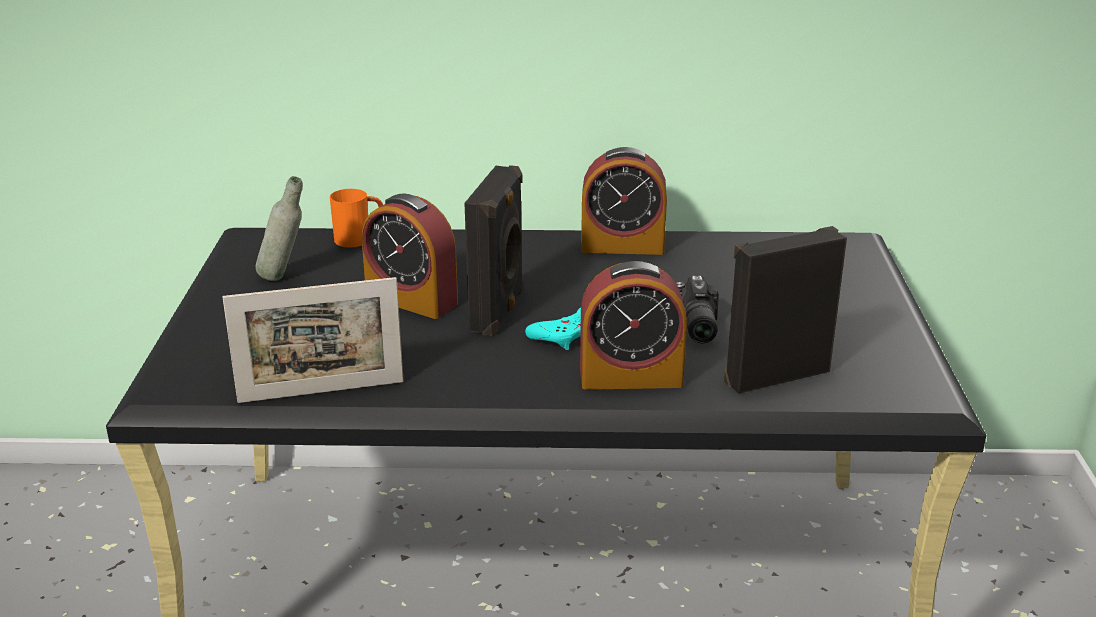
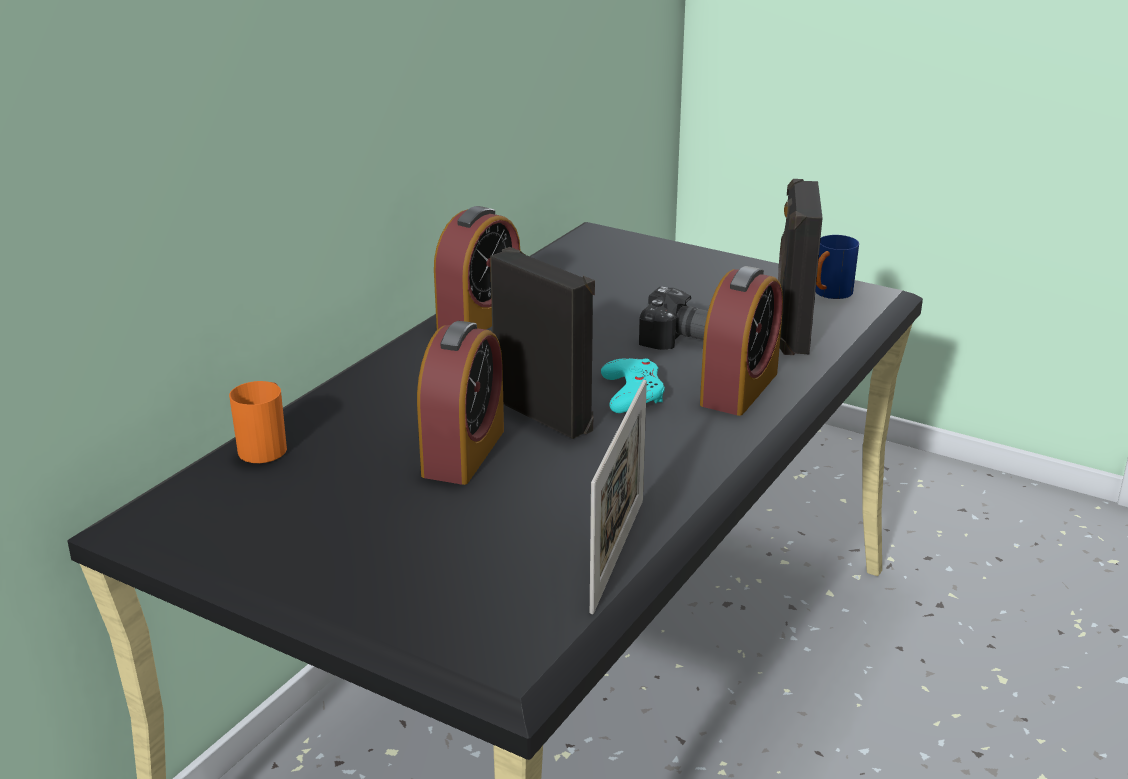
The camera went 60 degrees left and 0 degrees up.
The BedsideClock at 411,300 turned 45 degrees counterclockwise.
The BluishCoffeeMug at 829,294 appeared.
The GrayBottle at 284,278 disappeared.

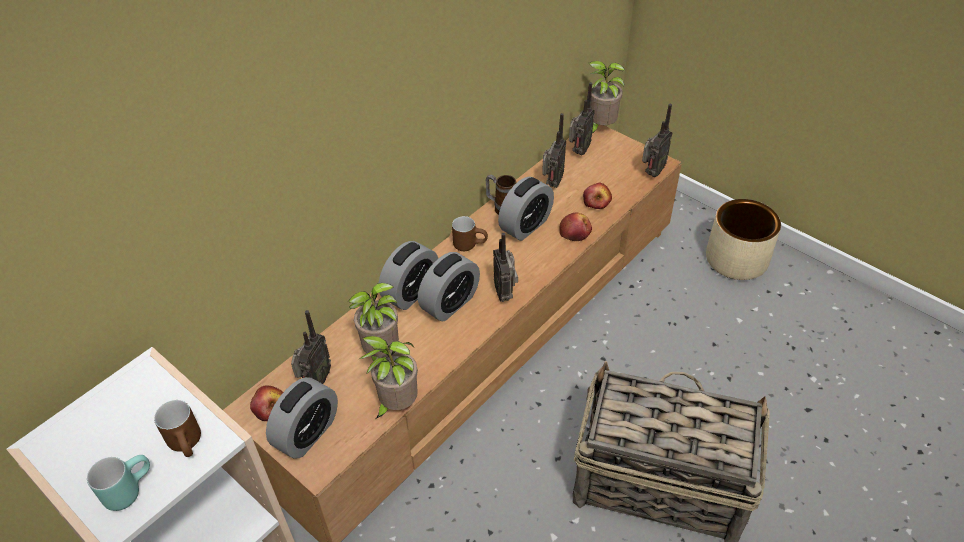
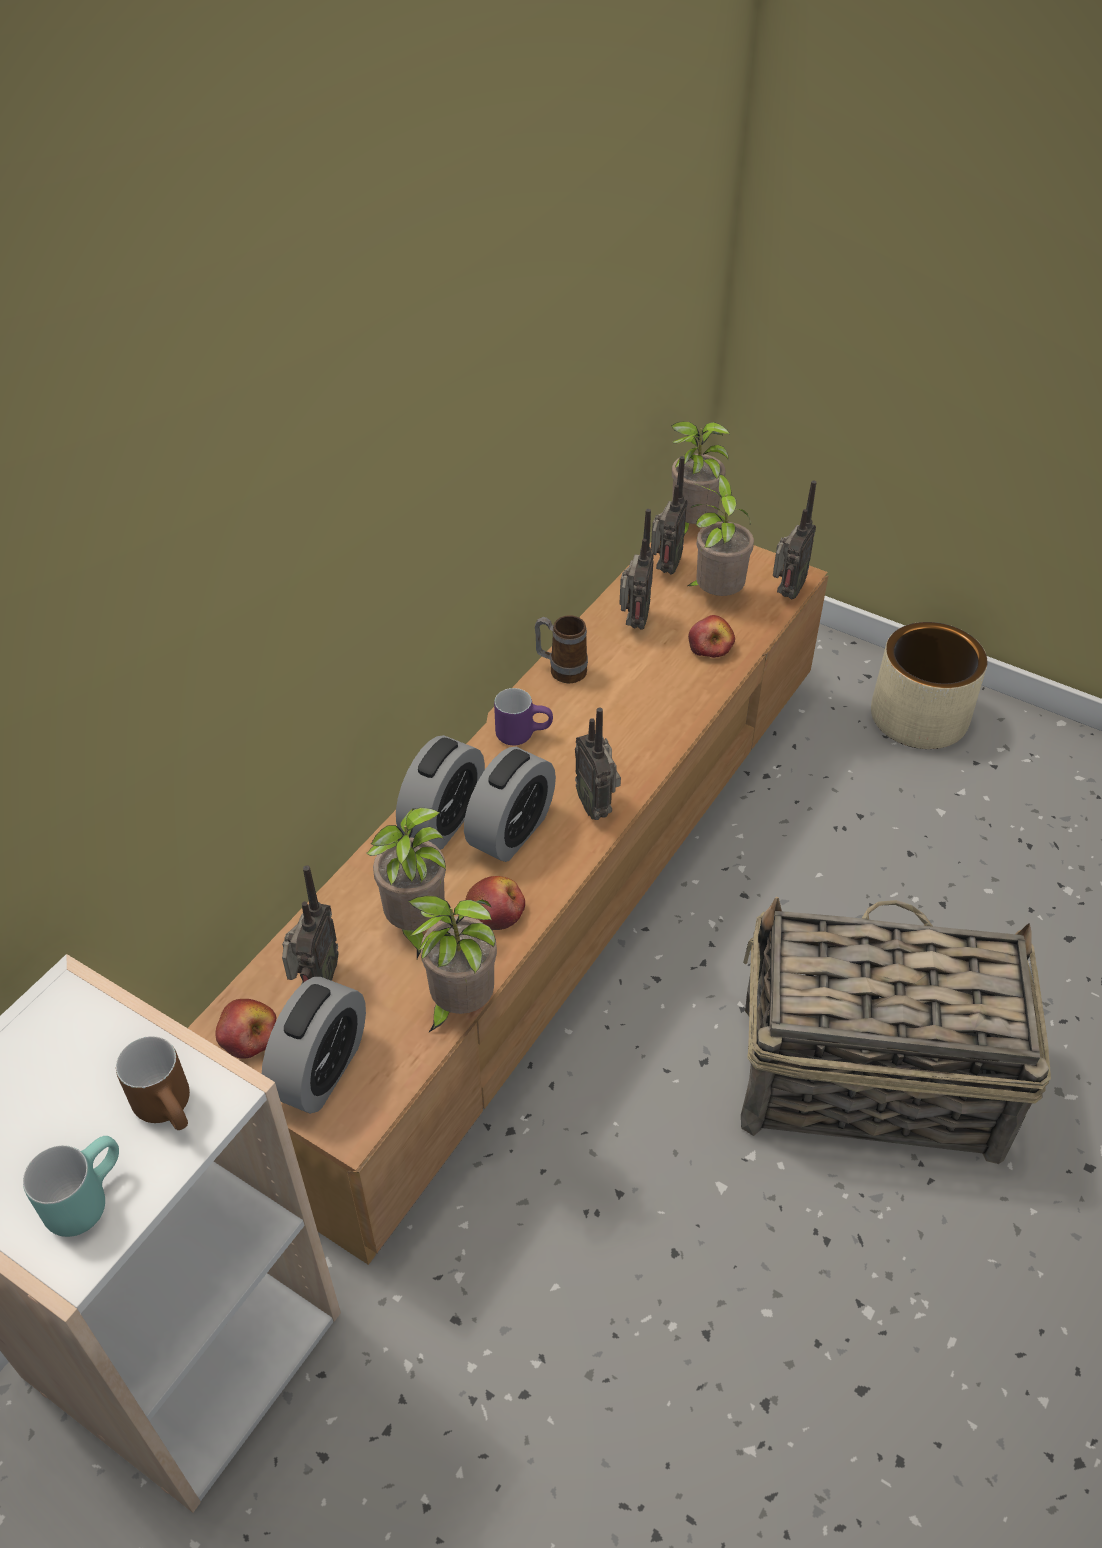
The camera went 10 degrees left and 0 degrees up.
The Apple moved from 575,232 to 496,910.
The BrownColouredCoffeeMug at 470,244 became the PurpleCoffeeMug at 523,733.
The PlantInAPot at 715,596 appeared.
The BedsideClock at 525,226 disappeared.

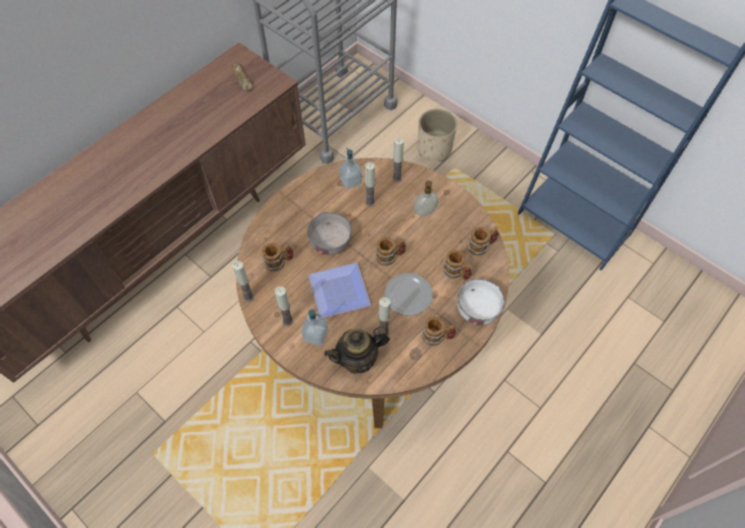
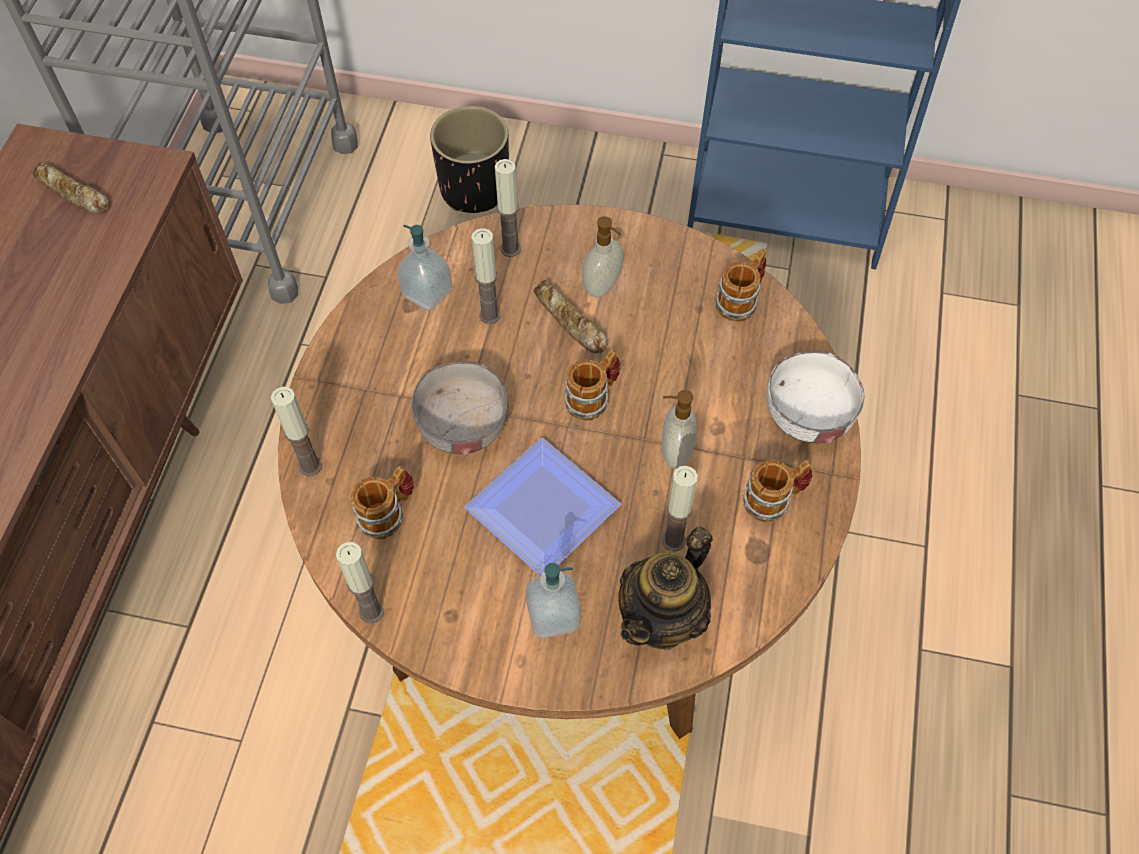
The camera went 30 degrees left and 0 degrees up.
The WaxLight moved from 287,321 to 310,466.
The BeigeColouredPlanter at 434,149 became the BlackPlanter at 475,189.
The BakeryBread at 569,322 appeared.
The DinnerPlate at 408,296 was replaced by the SoapDispenser at 674,452.
The CoffeeMug at 456,272 disappeared.

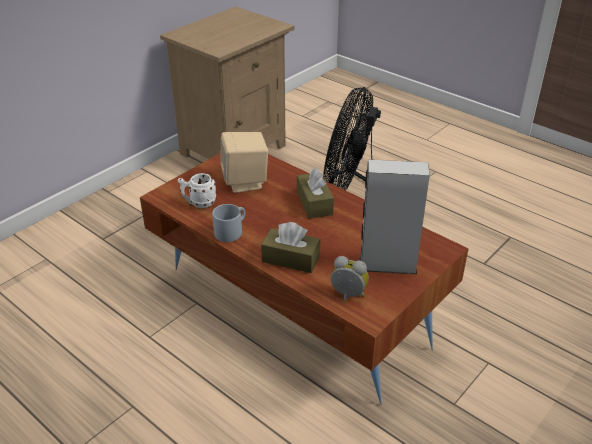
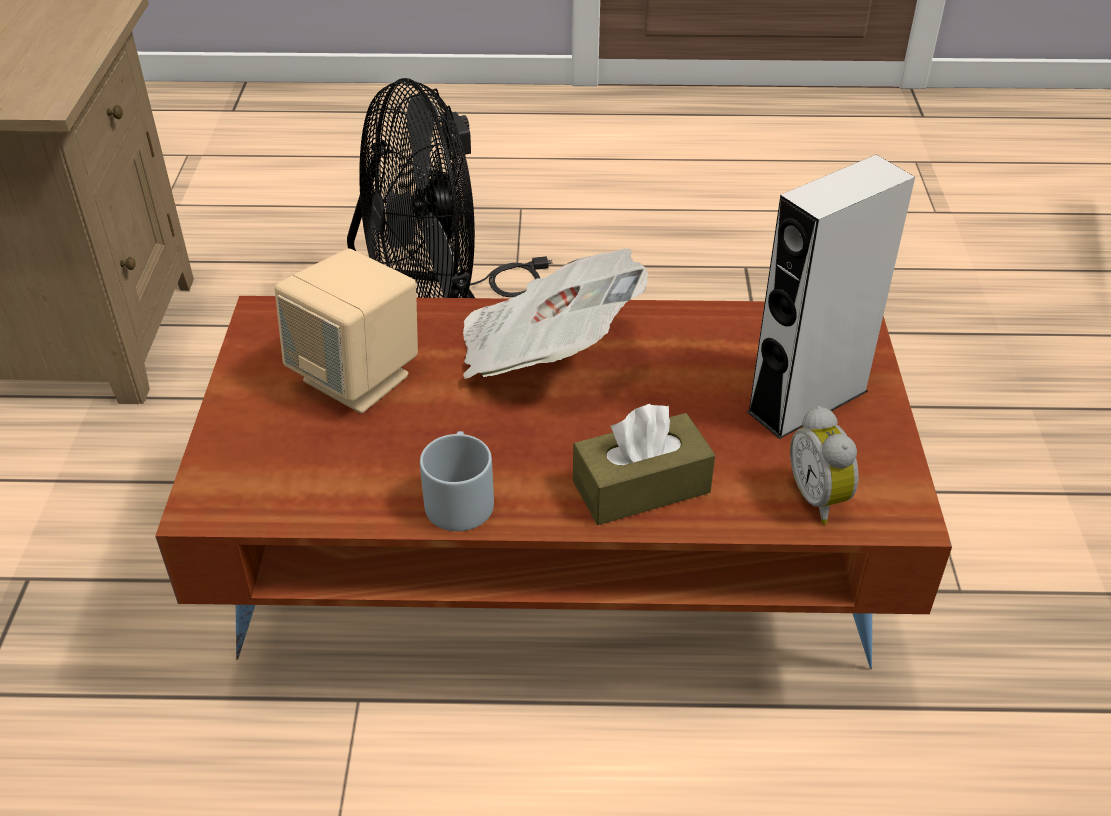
The camera went 40 degrees left and 5 degrees up.
The BrownColouredTissueHolder at 314,203 was replaced by the PrintedPaper at 545,352.
The BedsideClock at 347,296 turned 90 degrees counterclockwise.
The WhiteColouredCoffeeMug at 198,203 disappeared.

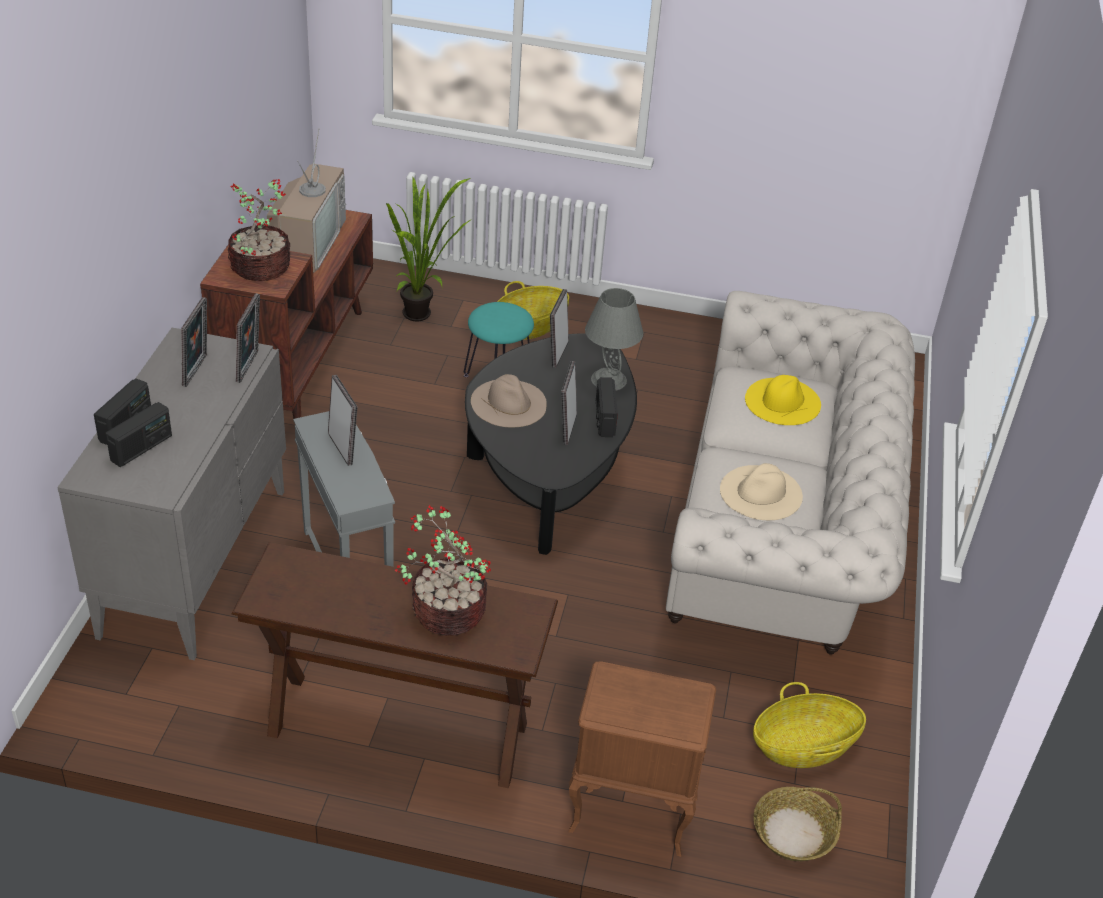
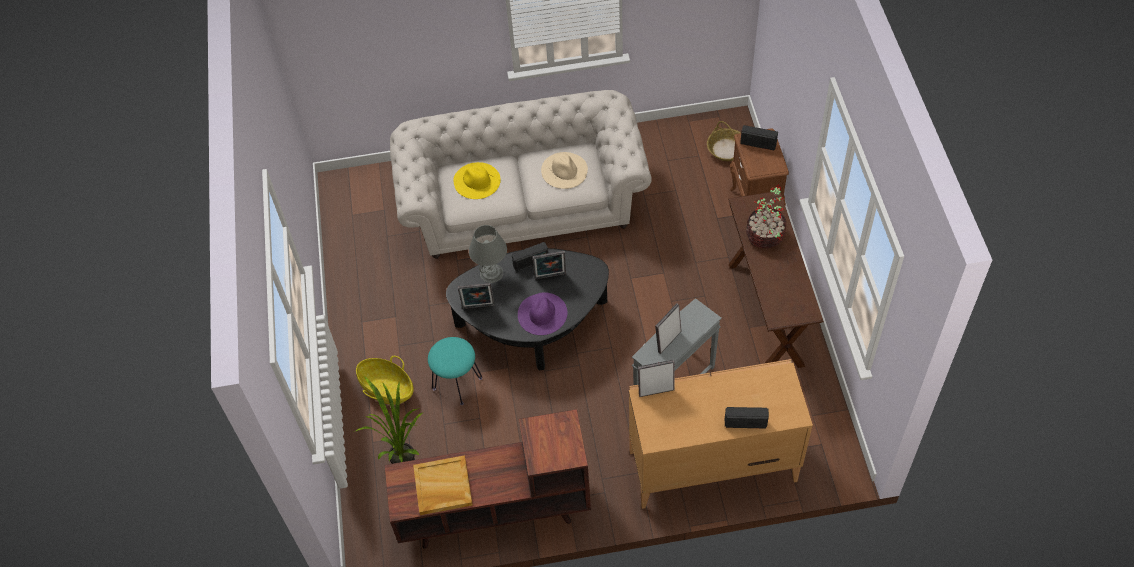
The camera went 105 degrees left and 15 degrees up.
The TvSet at 308,241 was replaced by the BeigeColouredTray at 442,487.
The BeigeColouredWearableHat at 509,403 became the PurpleWearableHat at 542,313.
The GrayCupboard at 195,561 became the BrownColouredCupboard at 712,466.
The RadioSet moved from 141,448 to 758,143.
The StandingFrame at 198,371 disappeared.
The PlantInAPot at 259,268 disappeared.
The Basket at 803,746 disappeared.

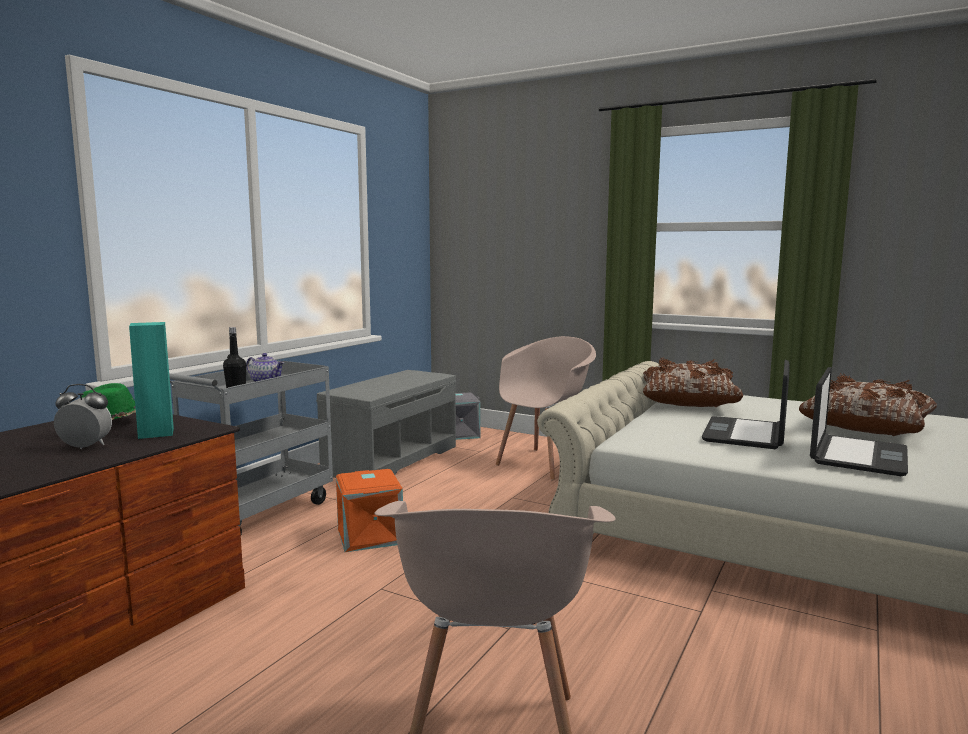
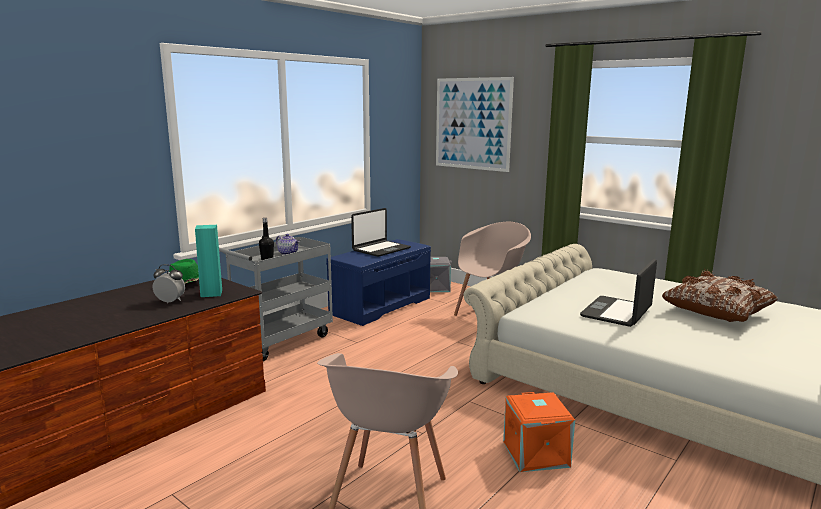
The camera went 10 degrees right and 5 degrees up.
The GrayIndoorBench at 392,459 became the BluishIndoorBench at 381,305.
The Laptop moved from 857,456 to 381,249.
The Picture at 472,124 appeared.
The OrangeStorageBin moved from 371,536 to 537,454.
The BrownColouredCushion at 688,403 disappeared.

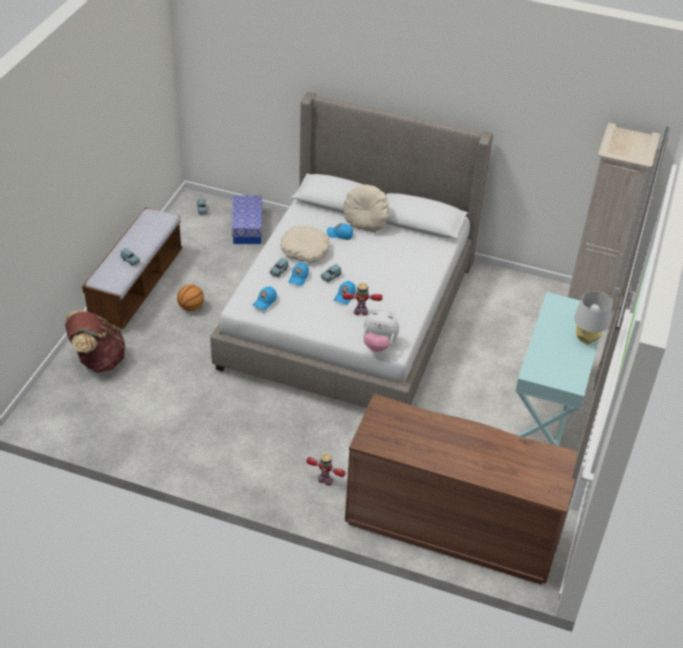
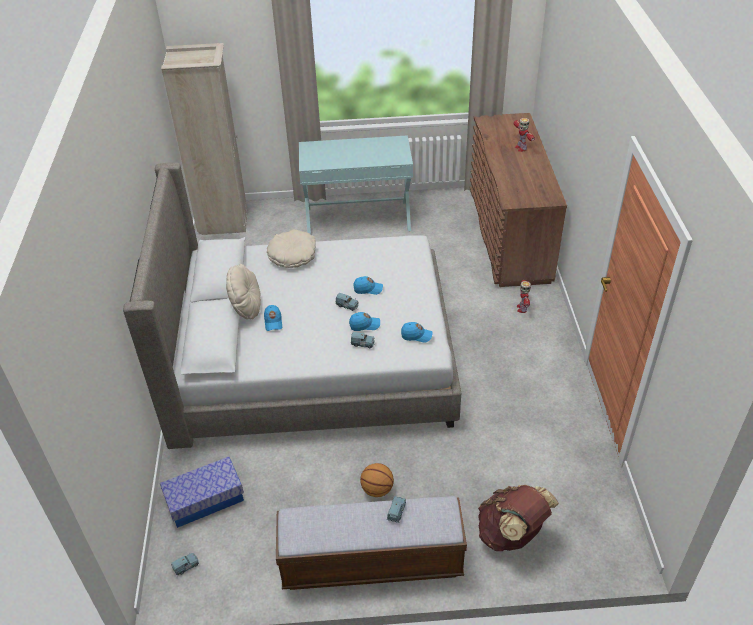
The camera went 110 degrees left and 0 degrees up.
The BeigeColouredCushion moved from 305,250 to 292,255.
The ModelRobot moved from 361,312 to 521,148.
The PlushToy at 378,344 disappeared.
The GrayTableLamp at 586,338 disappeared.

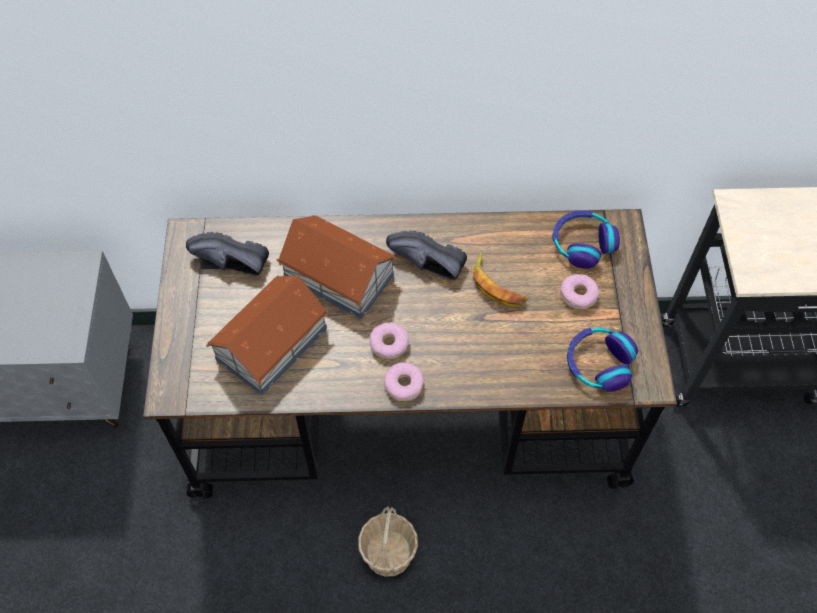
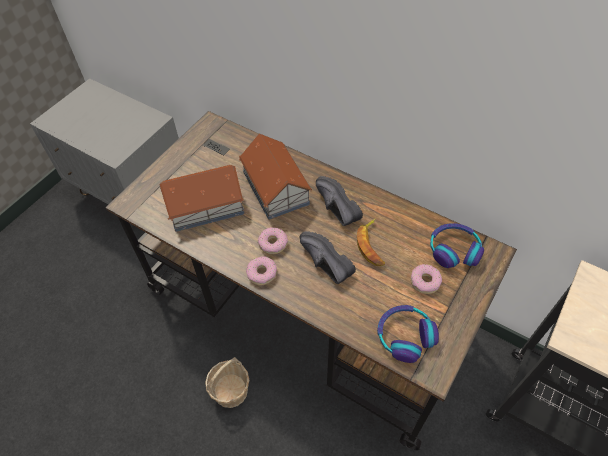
The camera went 35 degrees right and 5 degrees down.
The BlackLowShoe moved from 229,265 to 323,265.

